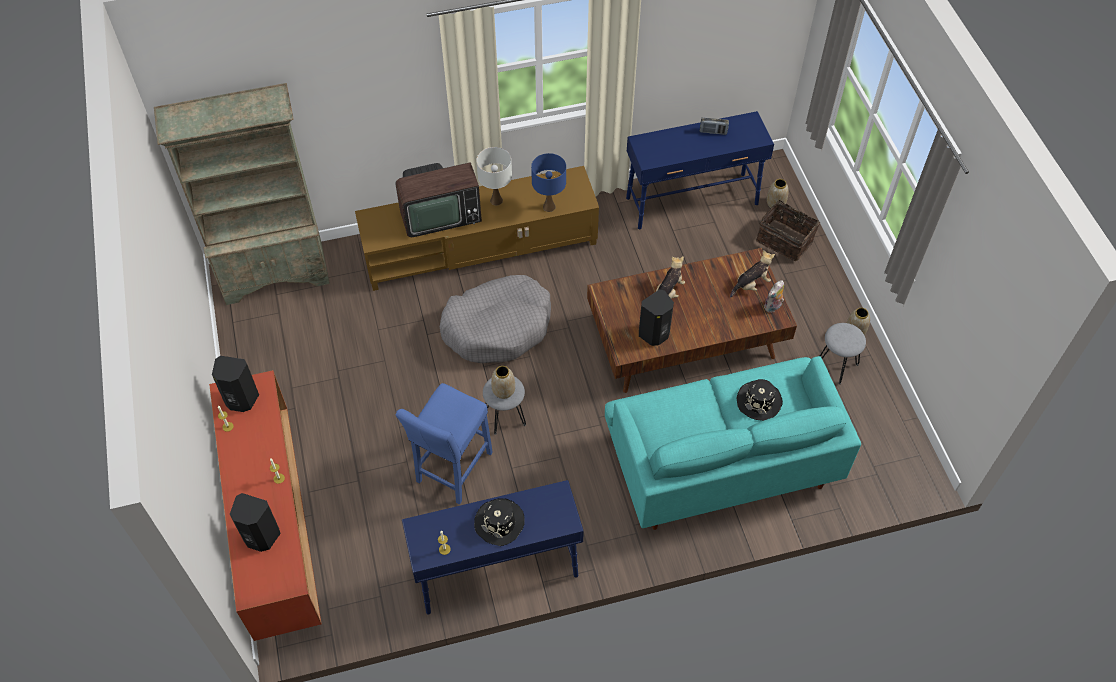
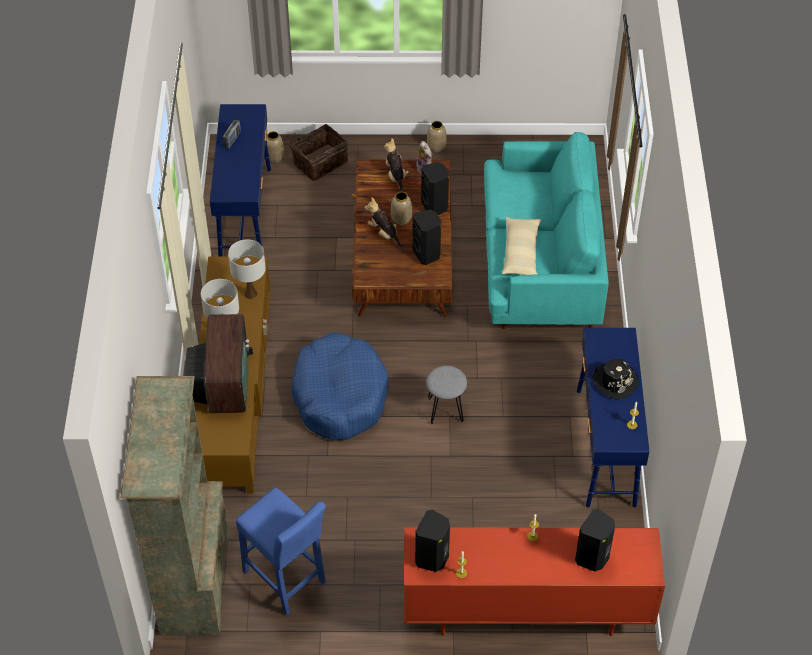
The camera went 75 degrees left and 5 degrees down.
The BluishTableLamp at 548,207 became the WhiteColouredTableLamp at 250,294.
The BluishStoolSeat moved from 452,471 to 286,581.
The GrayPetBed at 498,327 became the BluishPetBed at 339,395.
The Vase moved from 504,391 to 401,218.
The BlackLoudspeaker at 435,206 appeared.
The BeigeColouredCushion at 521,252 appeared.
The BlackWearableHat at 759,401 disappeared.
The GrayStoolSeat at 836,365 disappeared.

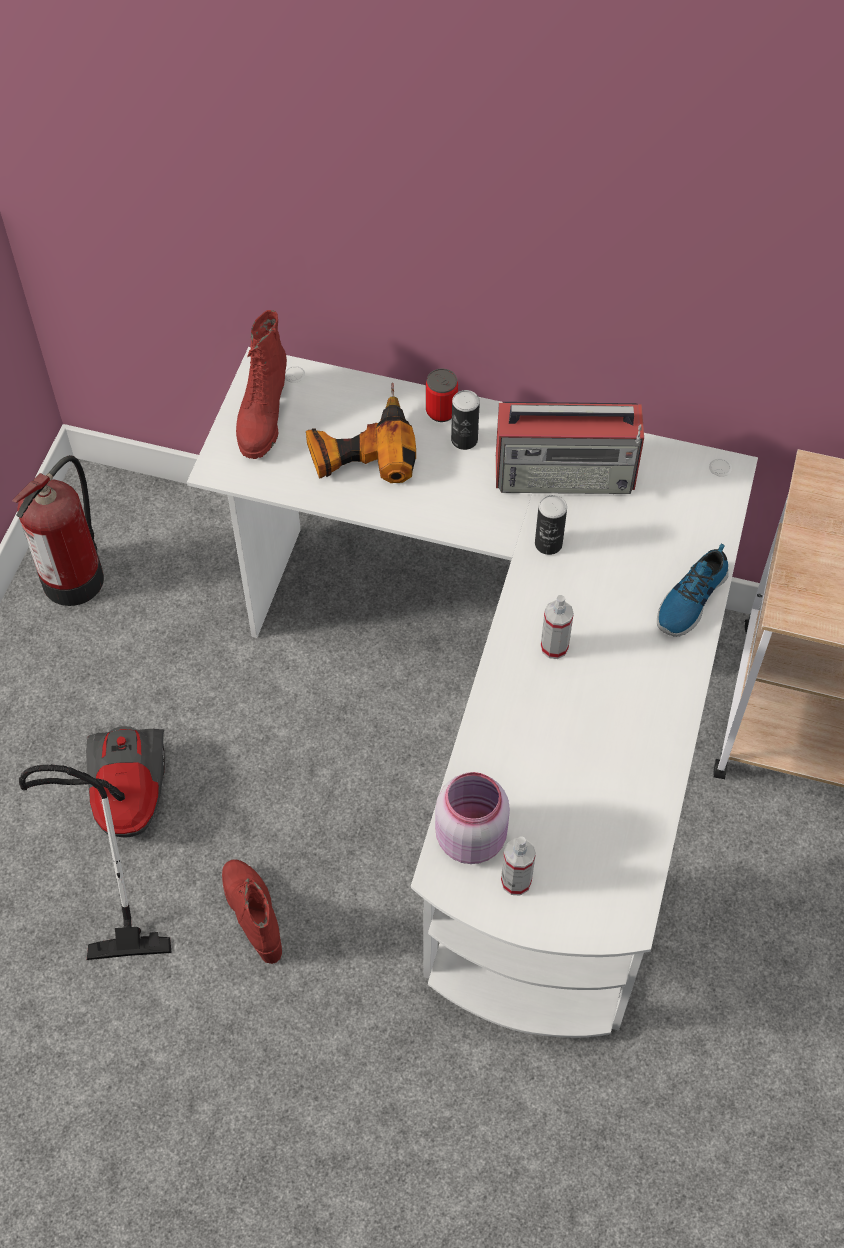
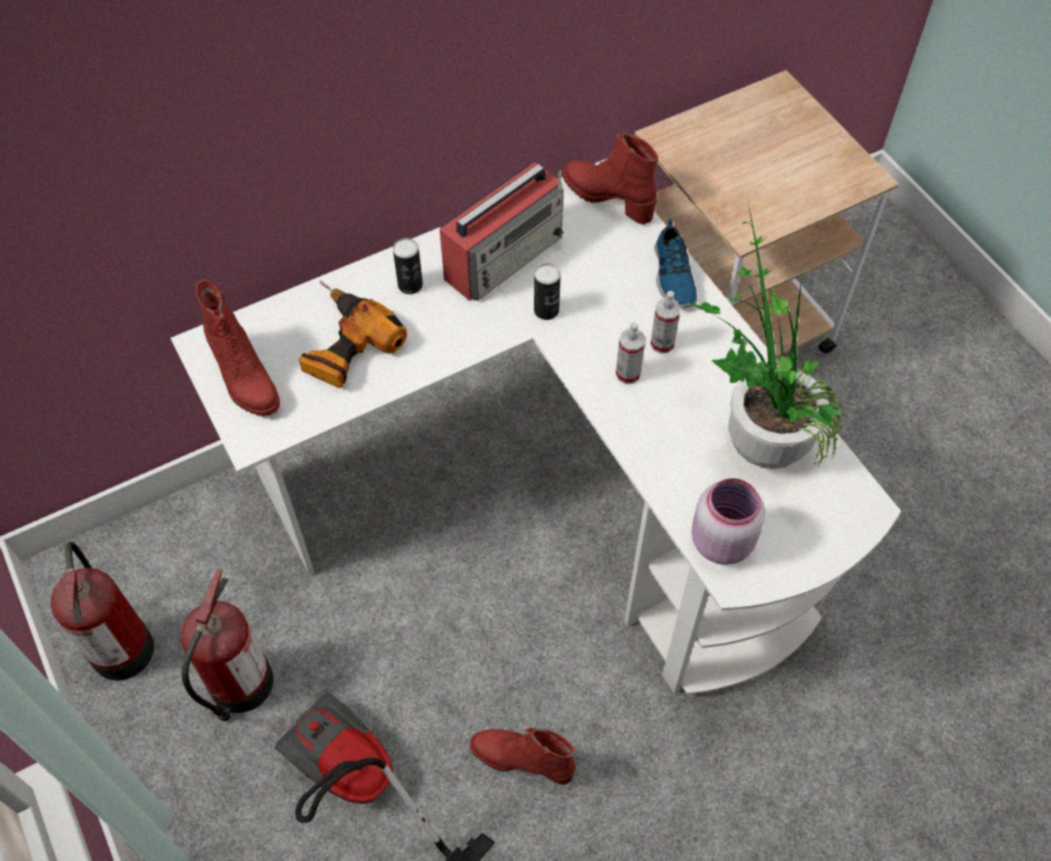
The camera went 45 degrees left and 0 degrees up.
The Extinguisher at 239,686 appeared.
The RedTallBoot at 608,198 appeared.
The Sprayer moved from 516,881 to 662,343.
The PlantInAPot at 756,432 appeared.
The MetalCan at 441,411 disappeared.

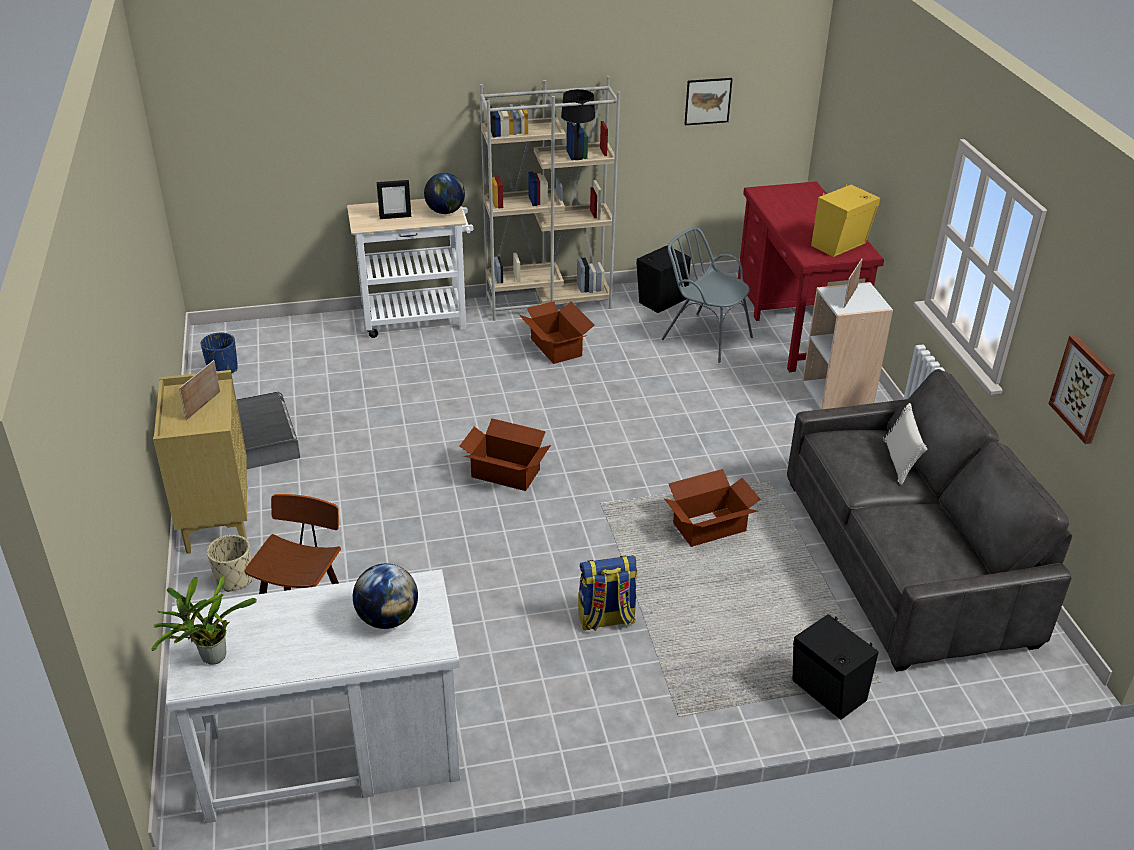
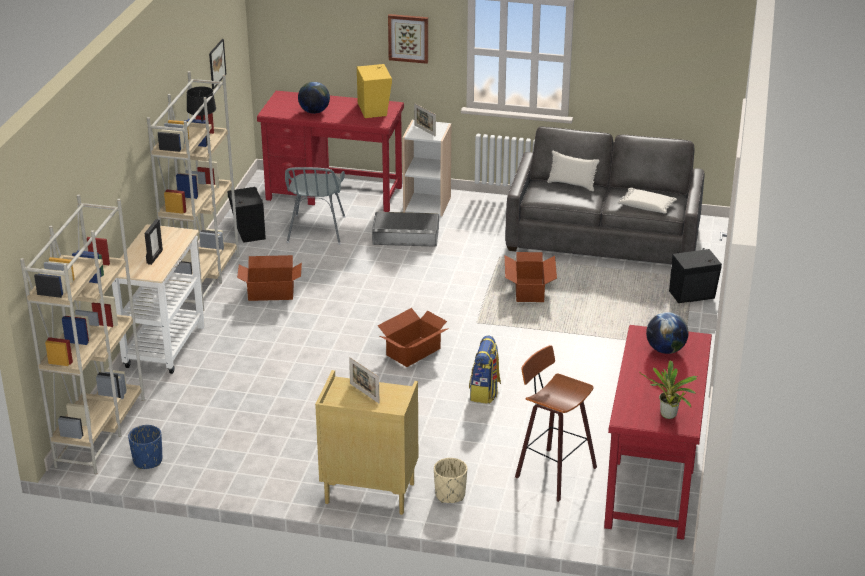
The camera went 65 degrees left and 5 degrees down.
The BeigeColouredBookshelf at 101,432 appeared.
The GrayChair at 704,338 turned 60 degrees counterclockwise.
The DeskGlobe moved from 445,211 to 314,112.
The GrayStorageBin moved from 265,438 to 406,236.
The Picture moved from 1083,389 to 408,38.
The Backpack moved from 606,619 to 485,392.
The WhiteColouredDeskTable at 331,757 became the RedDeskTable at 653,480.
The WhiteColouredCushion at 646,204 appeared.

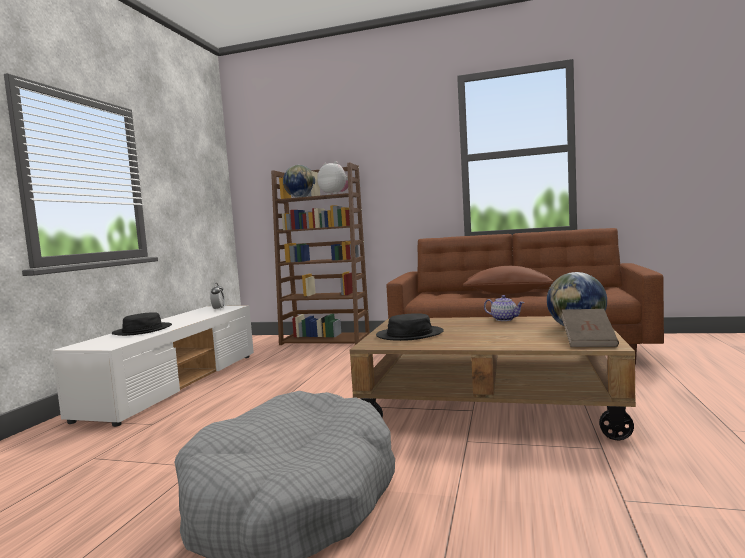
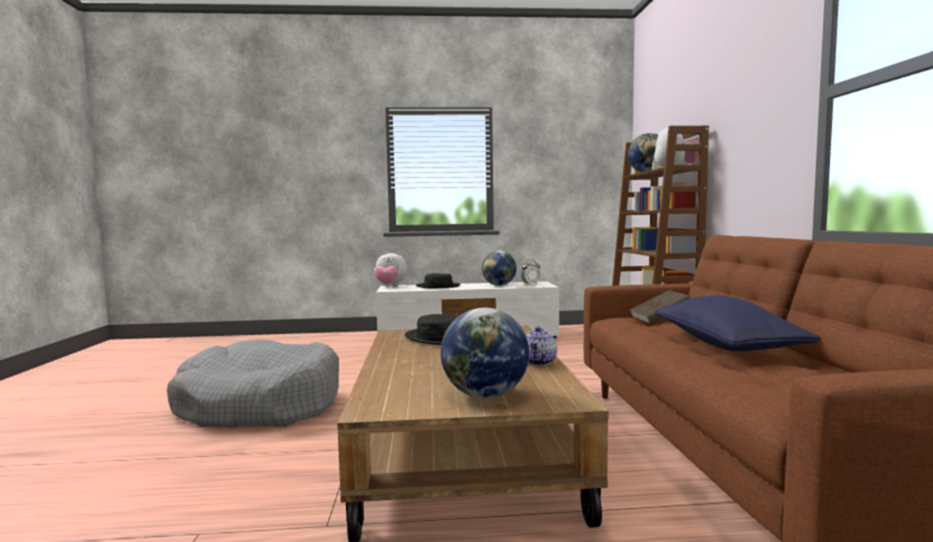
The camera went 70 degrees right and 0 degrees up.
The PlushToy at 390,286 appeared.
The DeskGlobe at 499,285 appeared.
The BrownColouredBook moved from 588,341 to 659,319.
The BrownColouredCushion at 507,293 became the BluishCushion at 725,345.

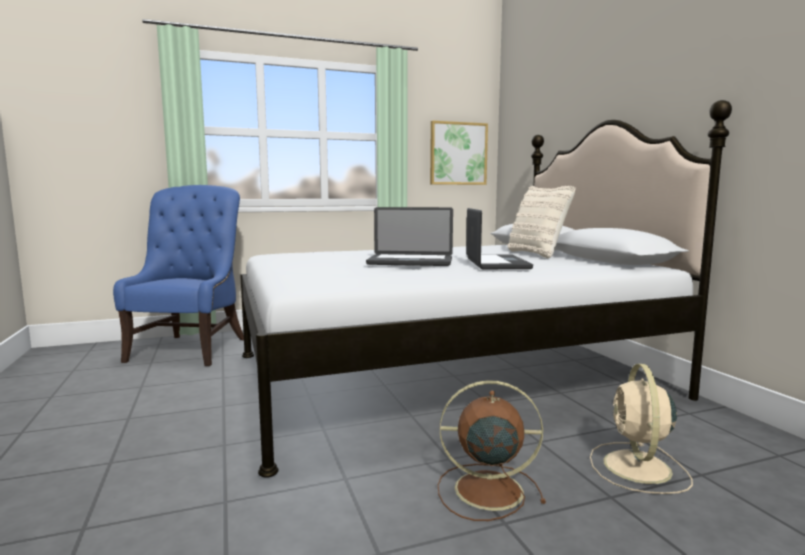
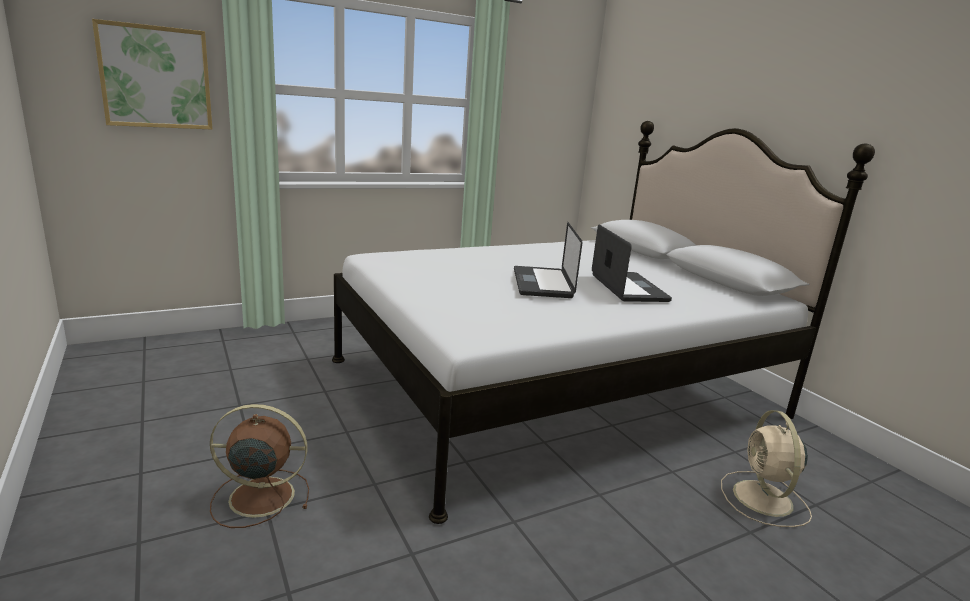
The camera went 10 degrees left and 10 degrees up.
The Picture moved from 458,153 to 156,77.
The BrownColouredFan moved from 485,490 to 259,496.
The Laptop at 410,262 turned 90 degrees clockwise.
The BluishChair at 190,349 disappeared.
The BeigeColouredCushion at 537,254 disappeared.

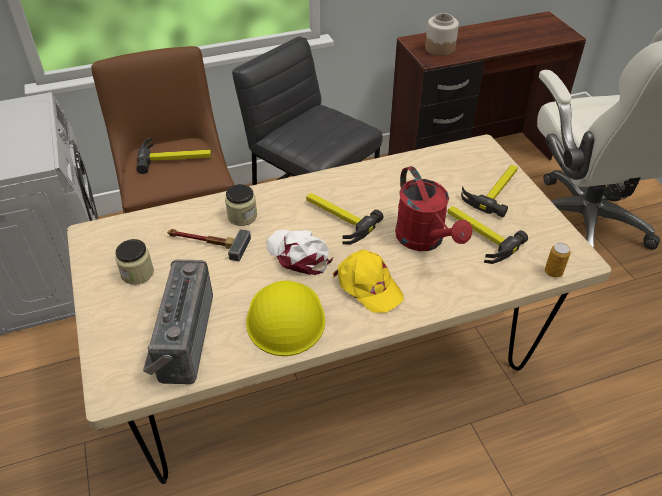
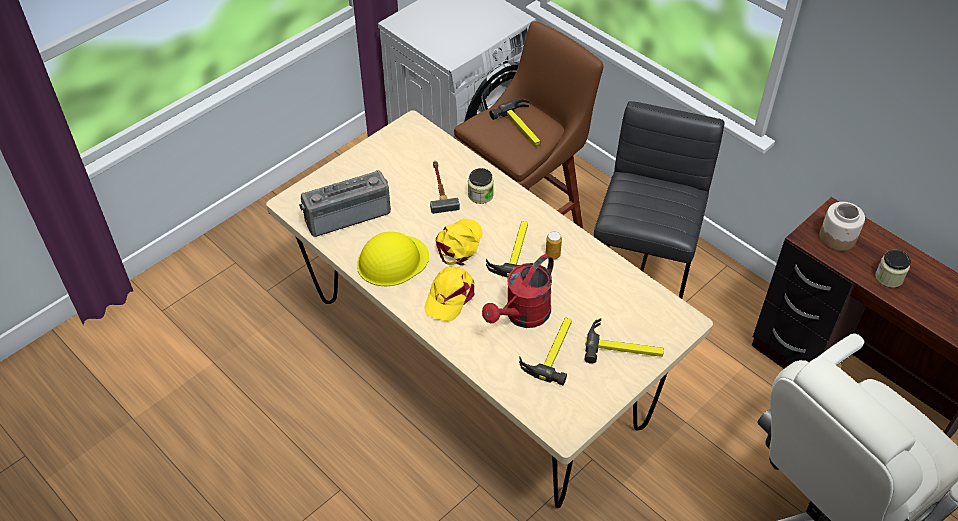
The camera went 65 degrees right and 5 degrees up.
The WhiteColouredBaseballCap at 299,254 became the YellowishBaseballCap at 459,244.
The MetalCan moved from 553,272 to 552,255.
The PreserveJar moved from 137,273 to 889,277.

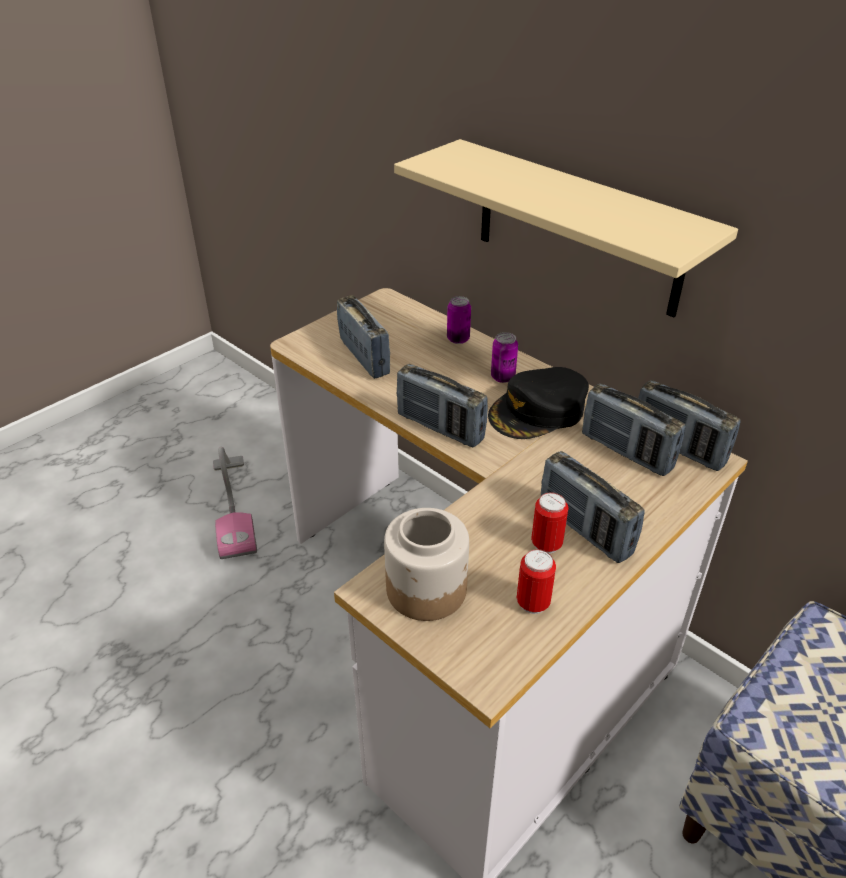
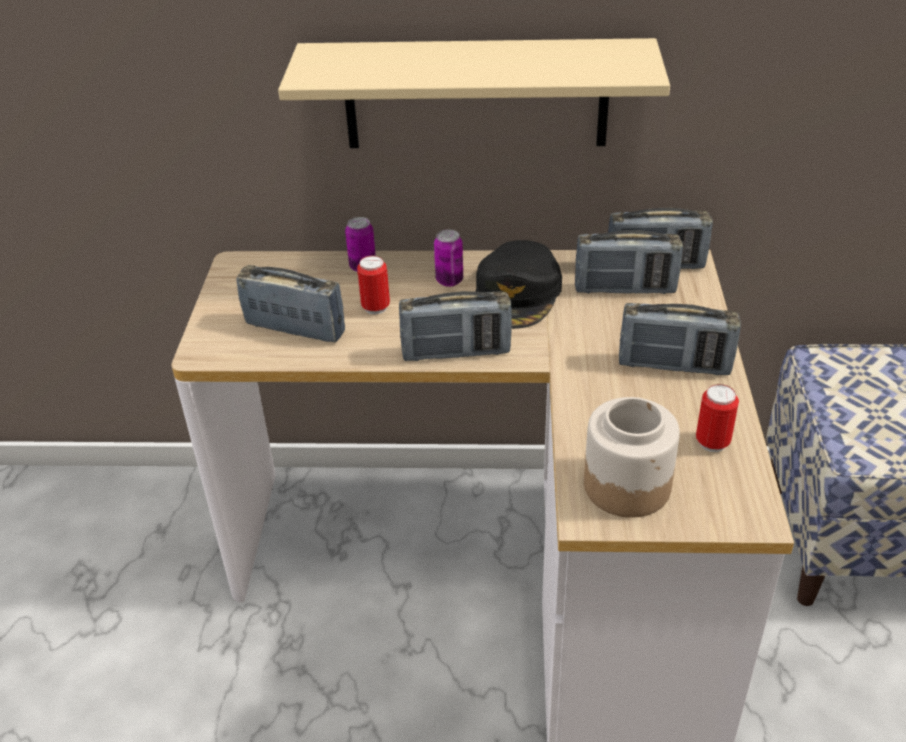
The camera went 40 degrees left and 0 degrees up.
The MetalCan moved from 546,544 to 375,307.
The VacuumCleaner at 233,507 disappeared.

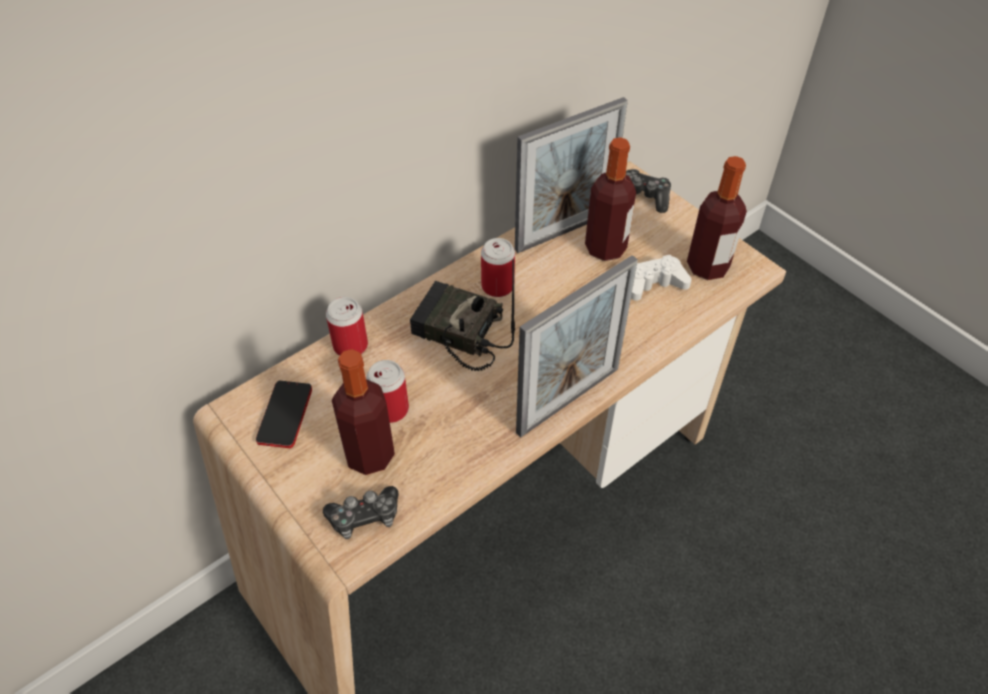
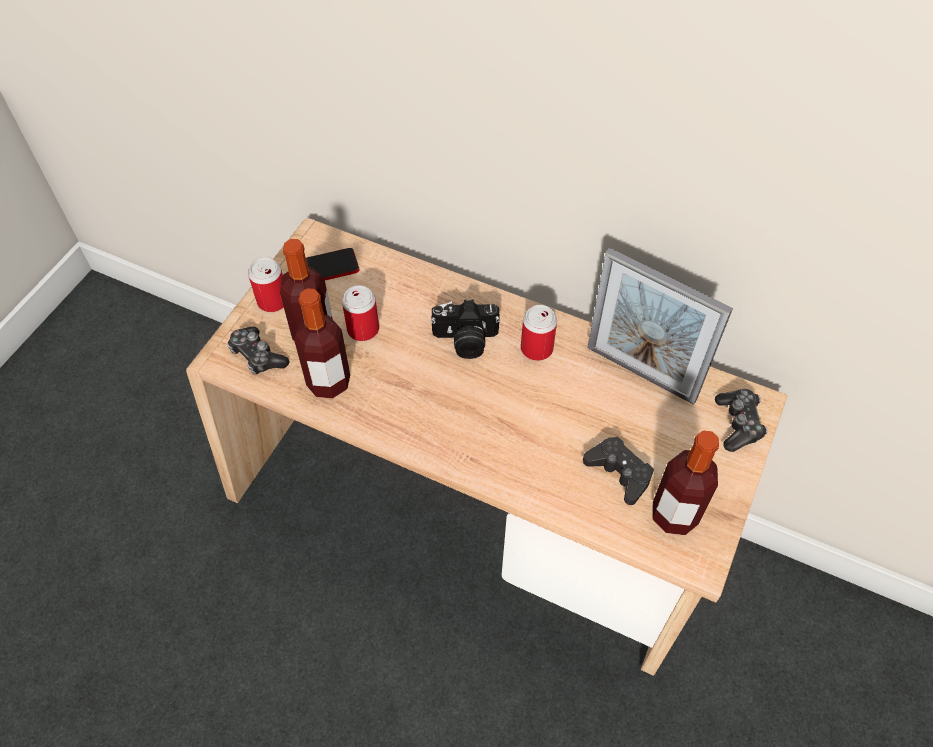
The camera went 65 degrees right and 5 degrees up.
The MetalCan moved from 350,346 to 272,301.
The Bottle moved from 605,248 to 328,382.
The RadioSet at 457,333 was replaced by the PhotoCamera at 465,341.
The WhiteColouredGameController at 653,283 became the BlackGameController at 619,472.
The StandingFrame at 568,400 disappeared.

